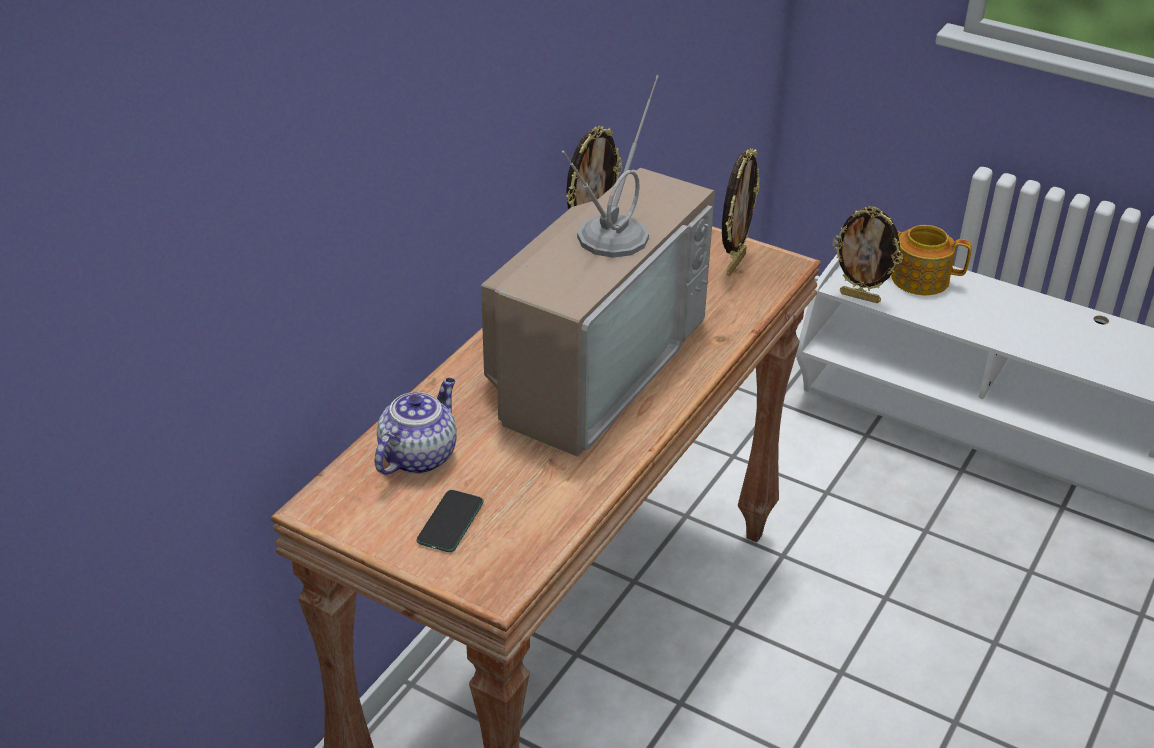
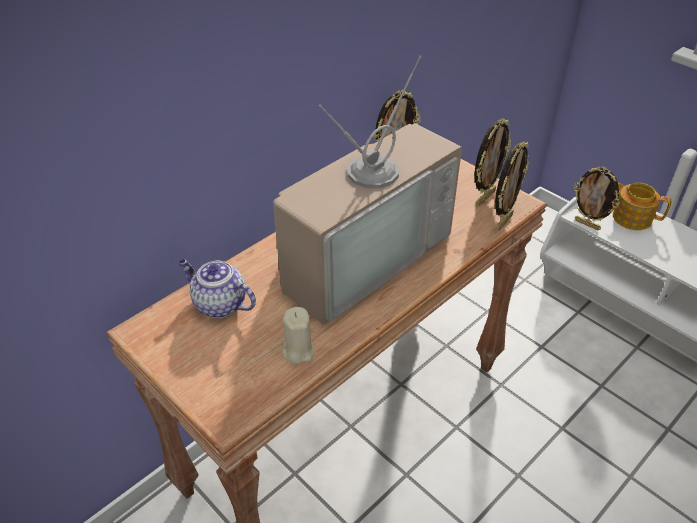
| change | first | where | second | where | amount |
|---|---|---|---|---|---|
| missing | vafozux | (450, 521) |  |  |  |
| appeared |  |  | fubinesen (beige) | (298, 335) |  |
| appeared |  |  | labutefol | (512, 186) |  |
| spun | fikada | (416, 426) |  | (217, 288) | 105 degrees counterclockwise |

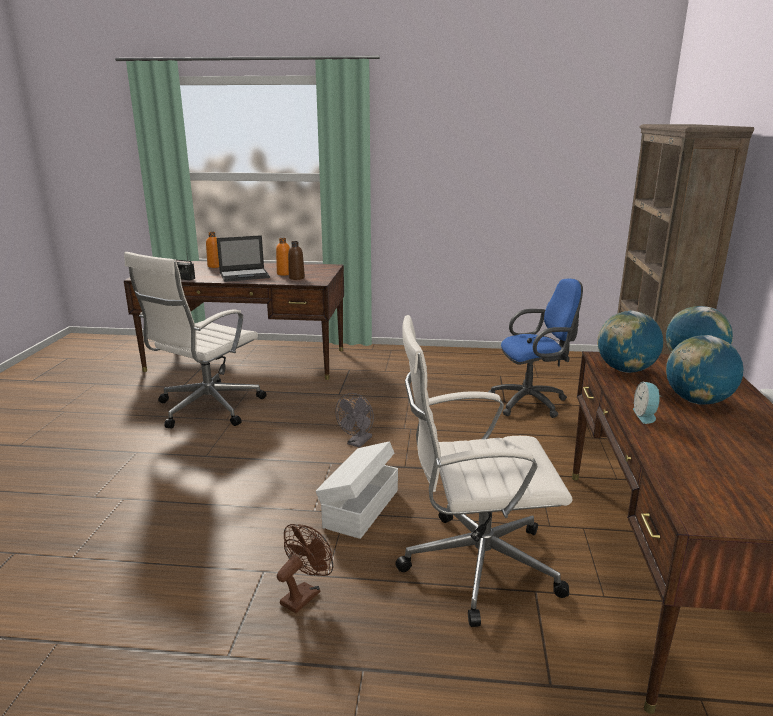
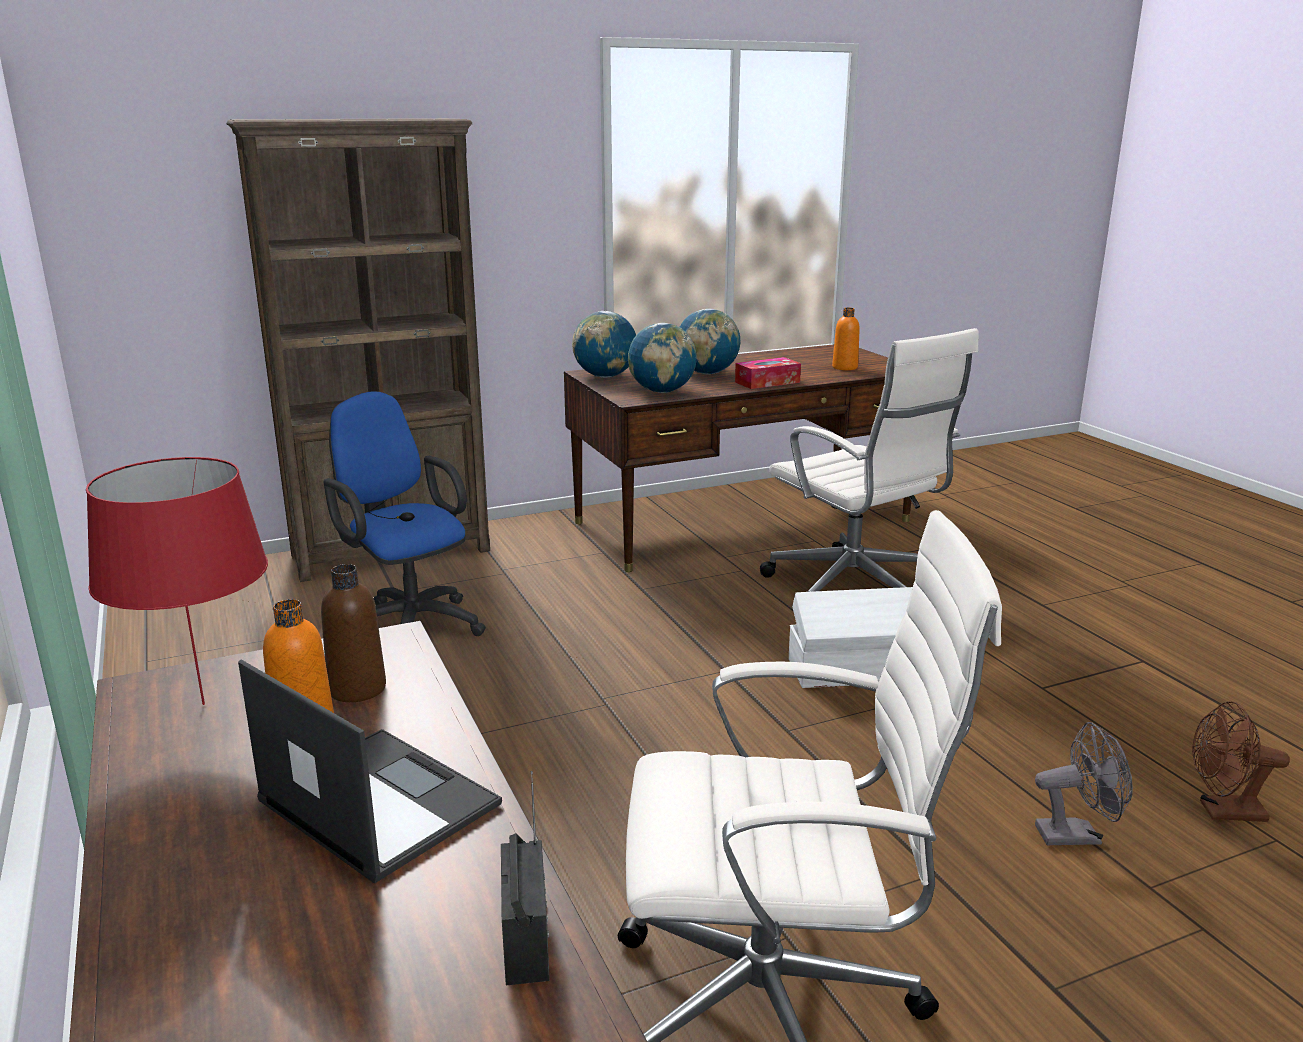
| change | first | where | second | where | amount |
|---|---|---|---|---|---|
| appeared |  |  | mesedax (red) | (177, 581) |  |
| relocated | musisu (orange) | (212, 250) |  | (846, 339) |  |
| relocated | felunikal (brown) | (305, 568) |  | (1241, 761) |  |
| relocated | felunikal (grey) | (354, 420) |  | (1084, 783) |  |
| exchanged | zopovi | (647, 403) | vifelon | (768, 373) |  |

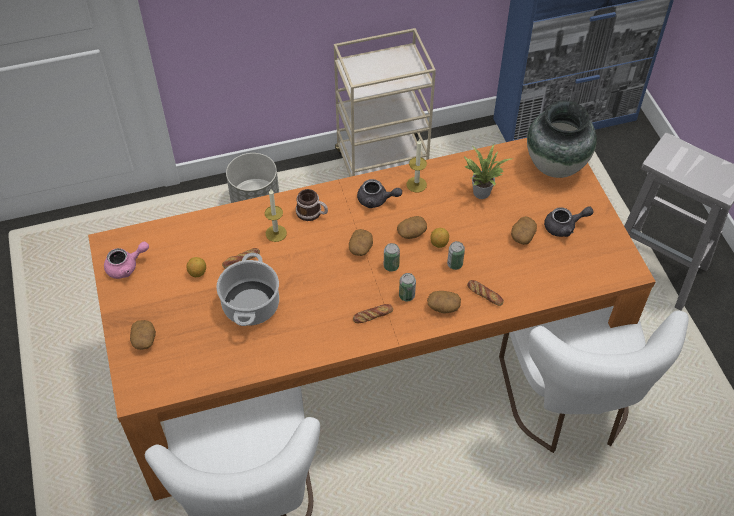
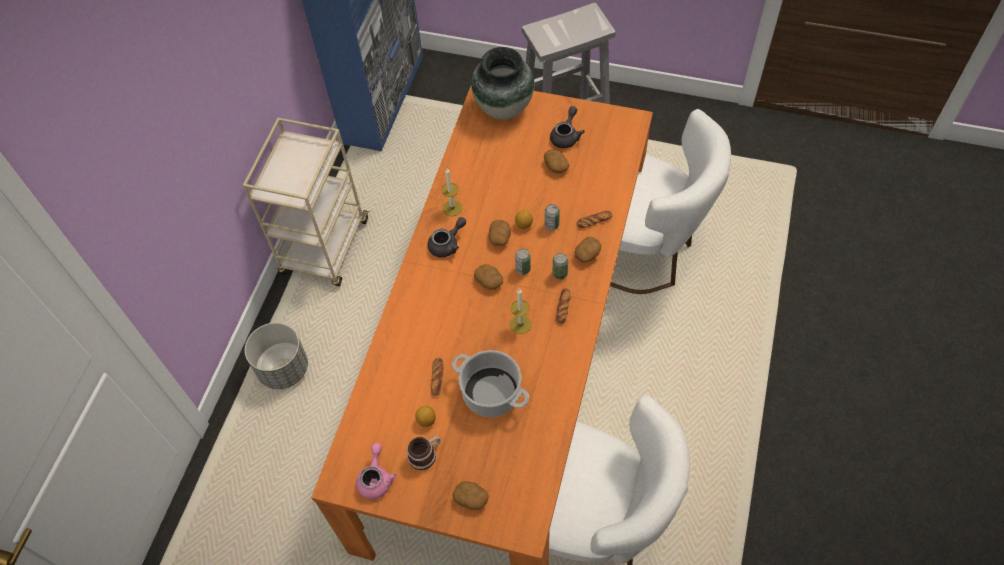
| change | first | where | second | where | amount |
|---|---|---|---|---|---|
| missing | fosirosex | (488, 171) |  |  |  |
| relocated | fubinesen | (275, 215) |  | (520, 311) |  |
| relocated | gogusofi | (312, 205) |  | (424, 453) |  |

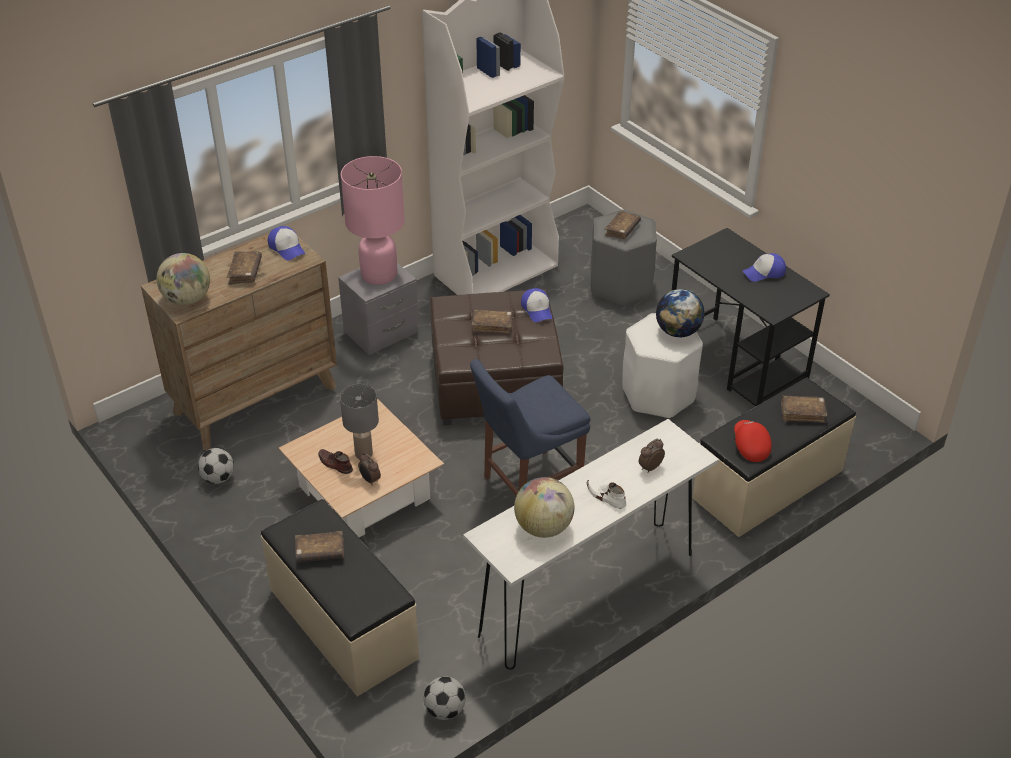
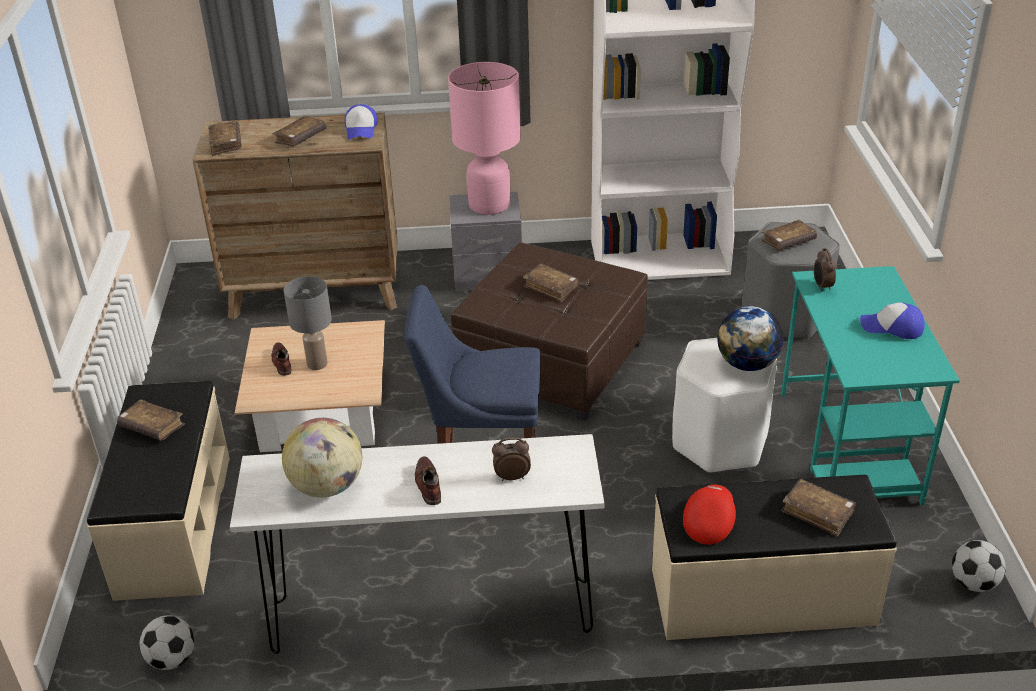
| change | first | where | second | where | amount |
|---|---|---|---|---|---|
| missing | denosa | (536, 305) |  |  |  |
| relocated | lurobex | (216, 466) |  | (979, 566) |  |
| relocated | zopovi | (369, 469) |  | (825, 270) |  |
| exchanged | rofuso | (183, 279) | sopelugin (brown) | (224, 138) |  |
| colour | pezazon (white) | (606, 494) | pezazon (brown) | (428, 480) |  |
| colour | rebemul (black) | (751, 317) | rebemul (turquoise) | (870, 386) |  |

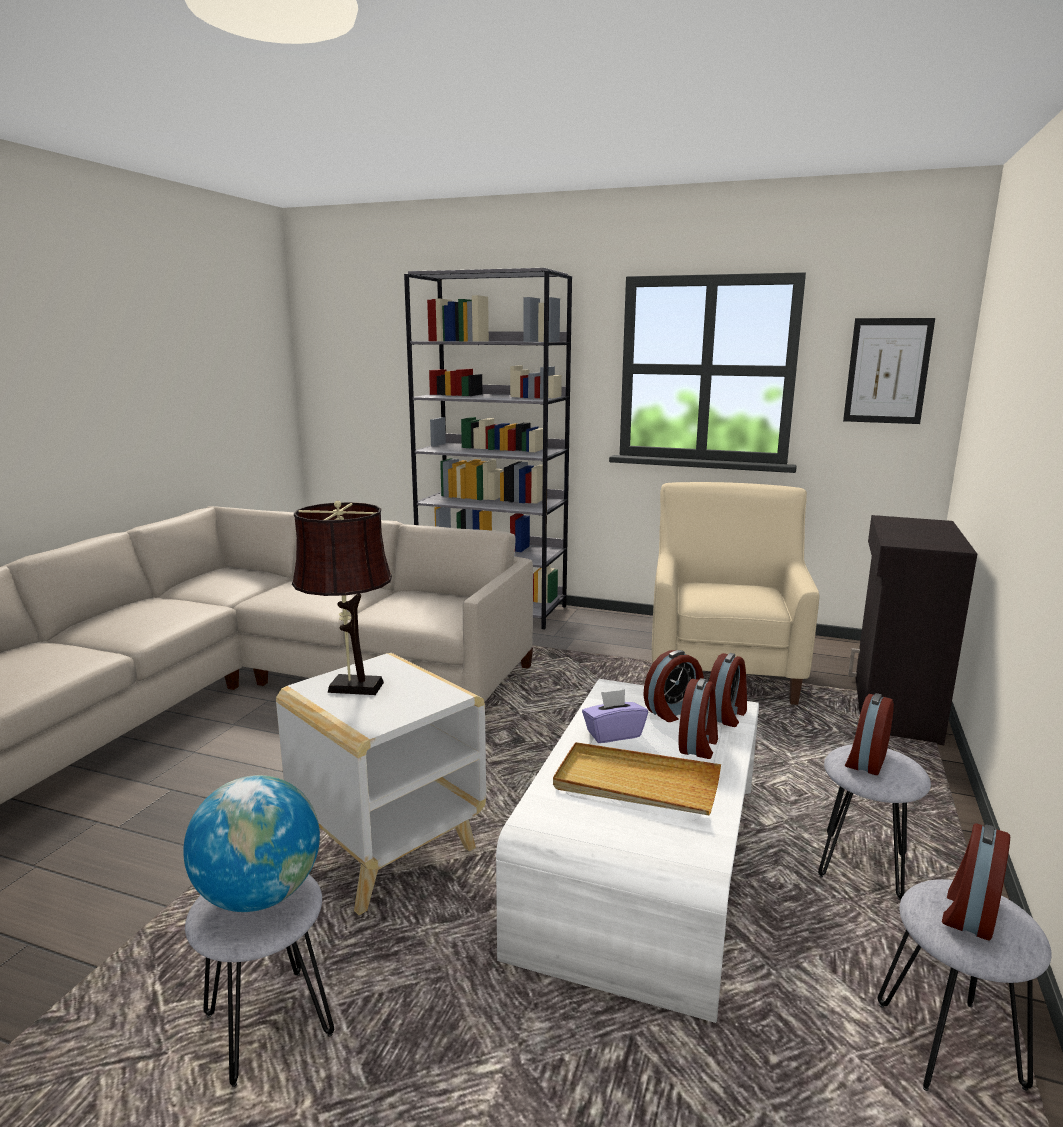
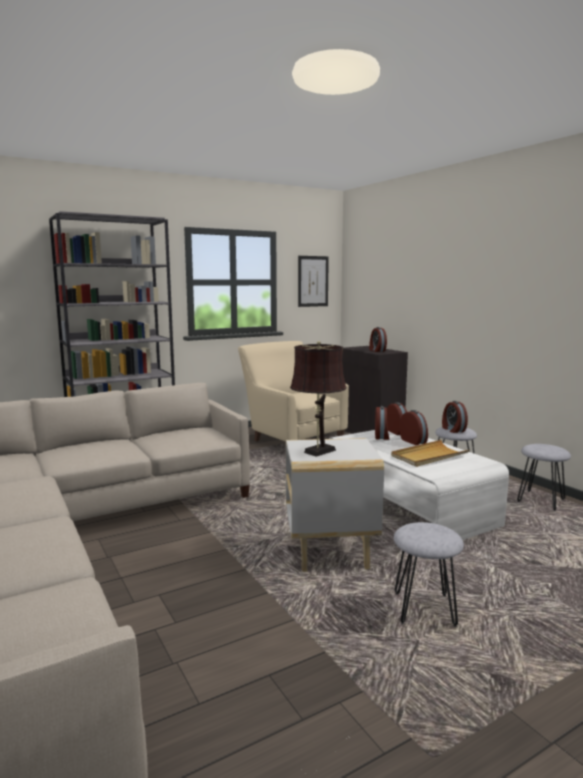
| change | first | where | second | where | amount |
|---|---|---|---|---|---|
| missing | rofuso | (251, 843) |  |  |  |
| missing | vifelon (purple) | (615, 716) |  |  |  |
| relocated | zopovi | (976, 882) |  | (378, 339) |  |

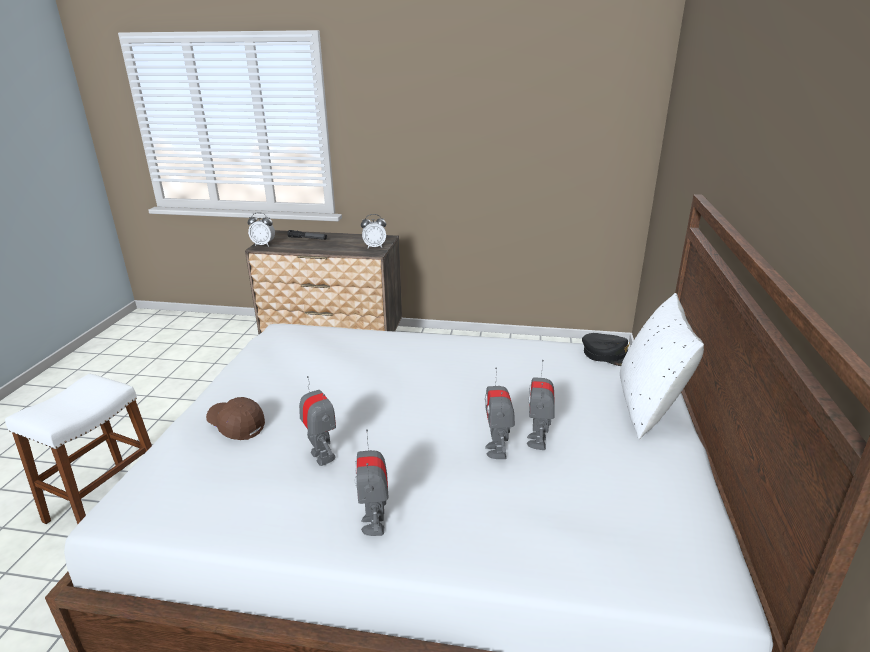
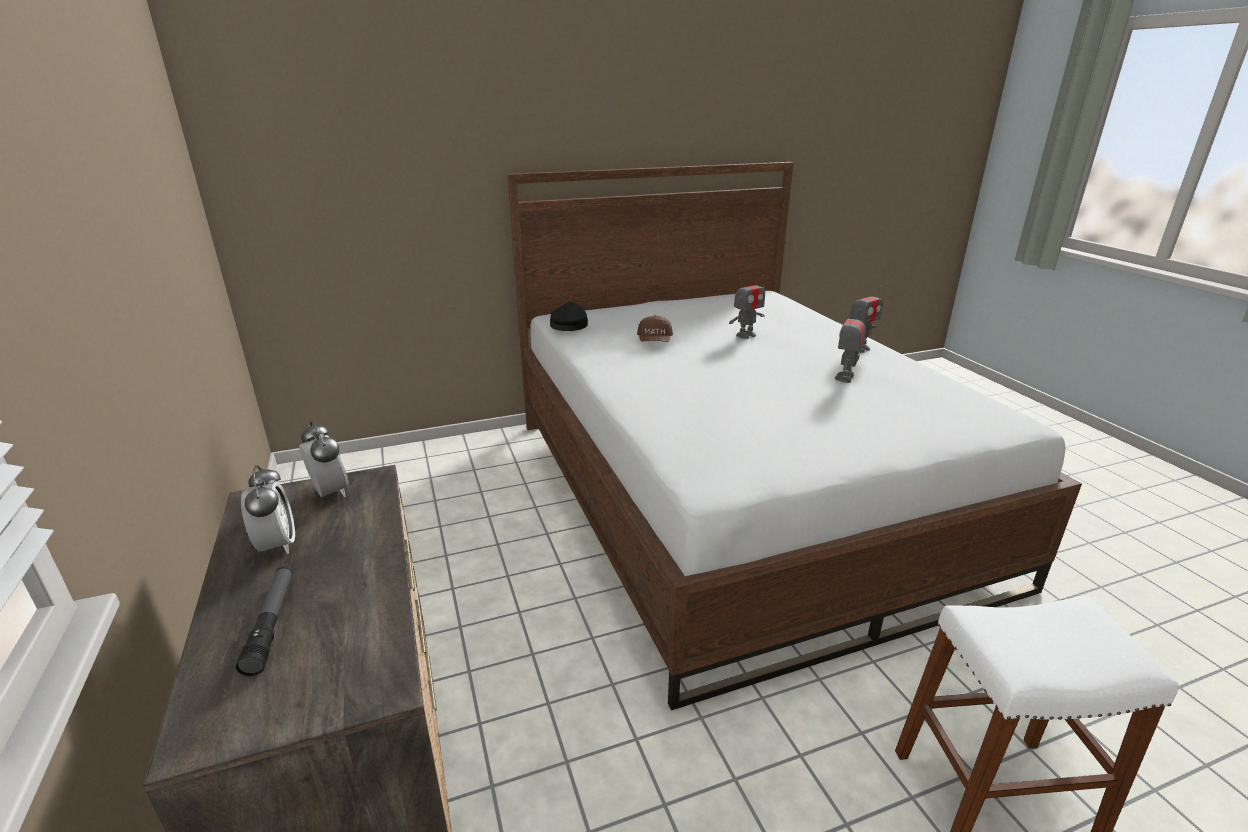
| change | first | where | second | where | amount |
|---|---|---|---|---|---|
| missing | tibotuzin | (541, 405) |  |  |  |
| missing | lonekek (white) | (662, 366) |  |  |  |
| relocated | denosa (brown) | (235, 418) |  | (655, 328) |  |
| relocated | zopovi | (261, 229) |  | (268, 509) |  |

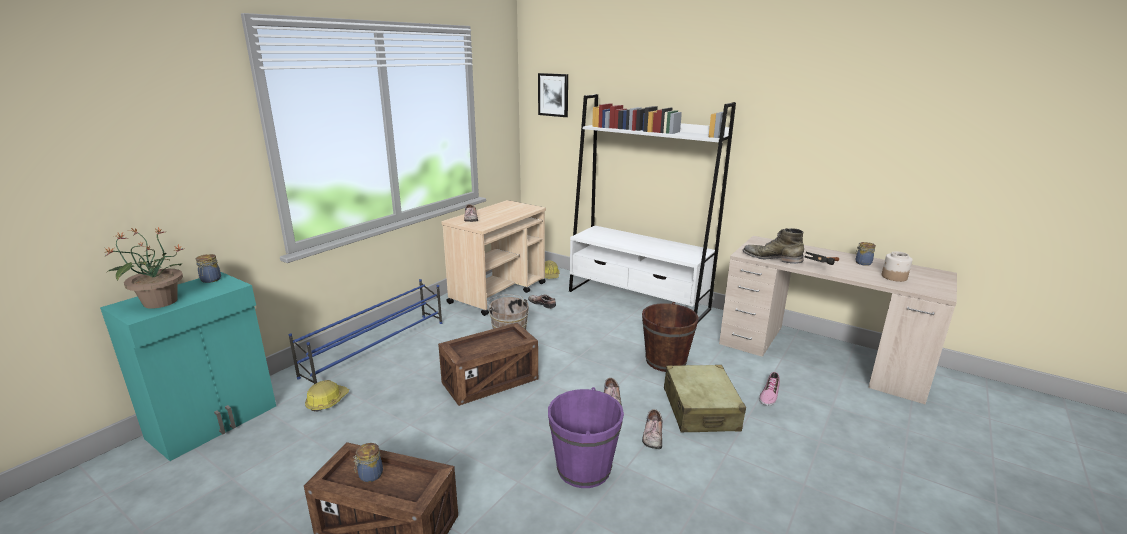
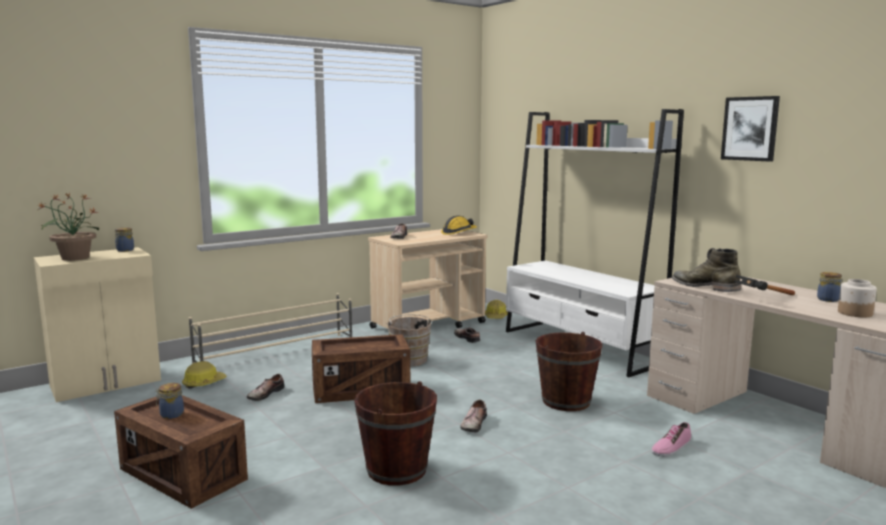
| change | first | where | second | where | amount |
|---|---|---|---|---|---|
| missing | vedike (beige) | (705, 399) |  |  |  |
| appeared |  |  | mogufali | (459, 225) |  |
| relocated | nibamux | (553, 95) |  | (750, 129) |  |
| relocated | pezazon | (652, 429) |  | (266, 387) |  |
| colour | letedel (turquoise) | (188, 366) | letedel (beige) | (97, 324) |  |
| colour | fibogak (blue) | (365, 331) | fibogak (beige) | (270, 328) |  |
| colour | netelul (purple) | (586, 437) | netelul (brown) | (395, 433) |  |

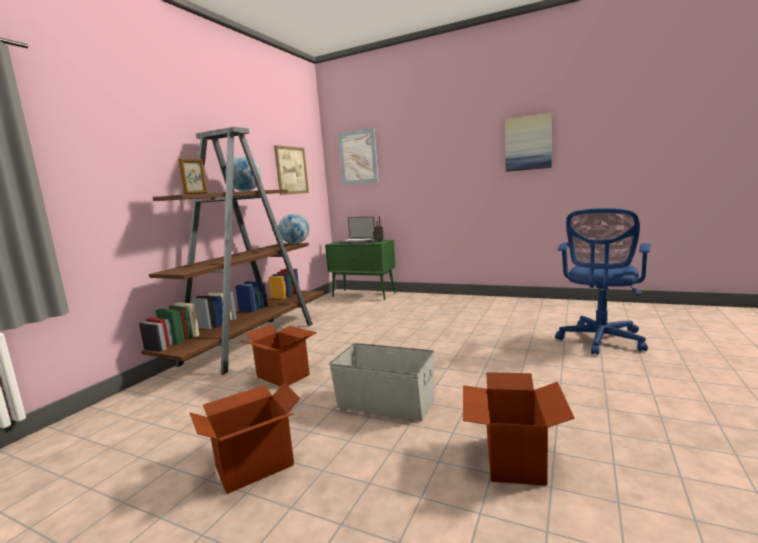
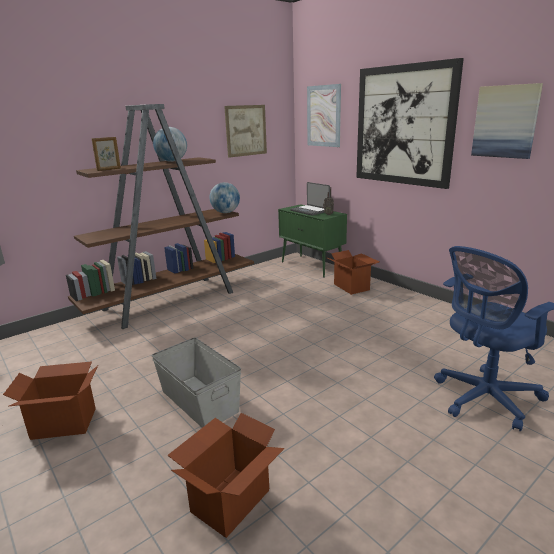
| change | first | where | second | where | amount |
|---|---|---|---|---|---|
| appeared |  |  | nibamux | (410, 123) |  |
| relocated | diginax | (277, 355) |  | (353, 272) |  |

